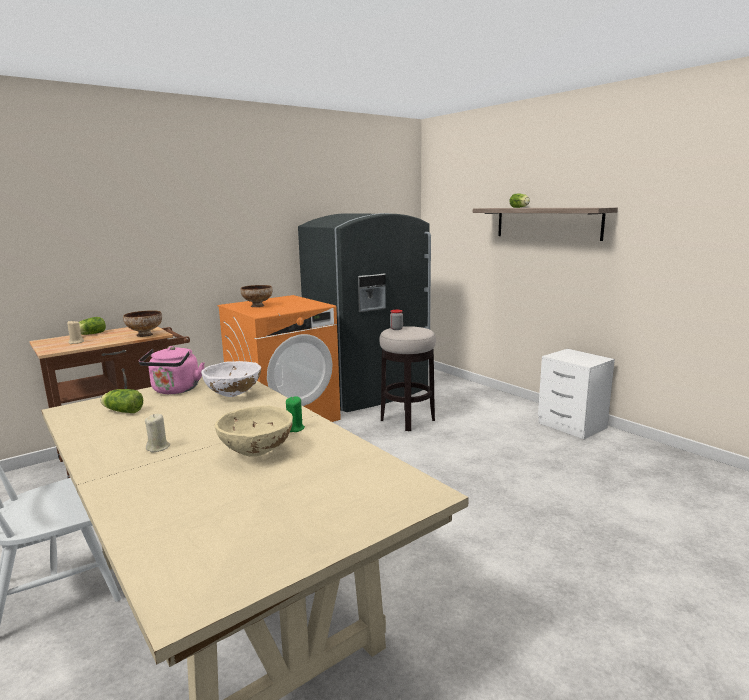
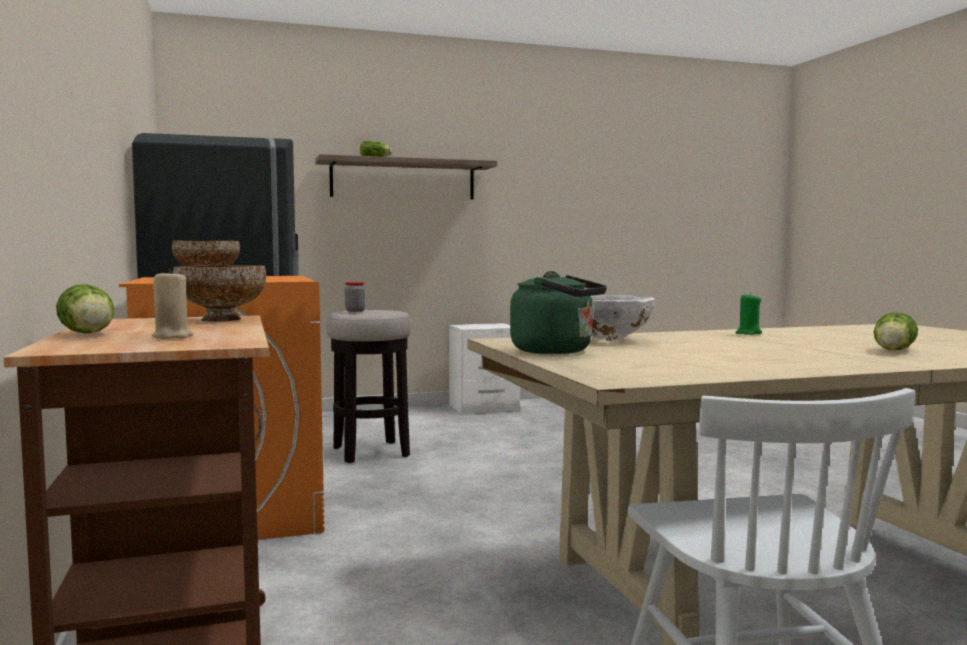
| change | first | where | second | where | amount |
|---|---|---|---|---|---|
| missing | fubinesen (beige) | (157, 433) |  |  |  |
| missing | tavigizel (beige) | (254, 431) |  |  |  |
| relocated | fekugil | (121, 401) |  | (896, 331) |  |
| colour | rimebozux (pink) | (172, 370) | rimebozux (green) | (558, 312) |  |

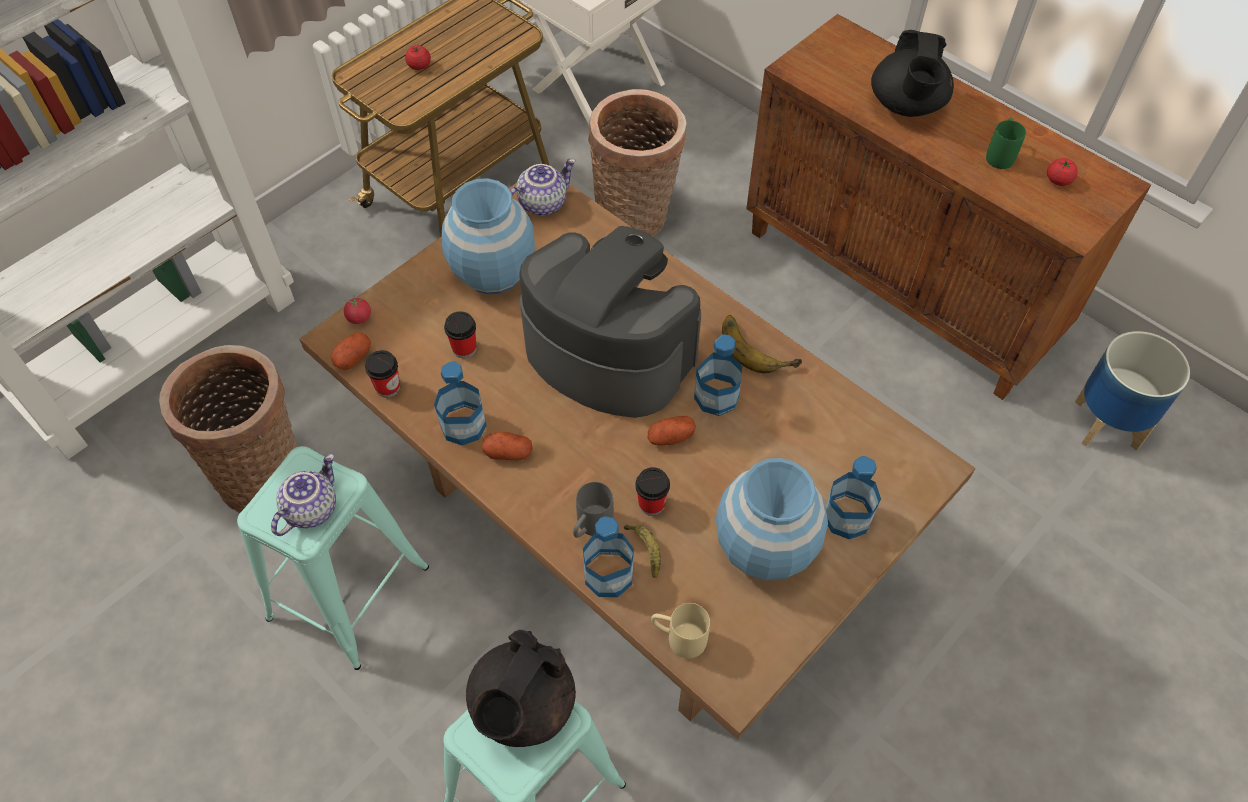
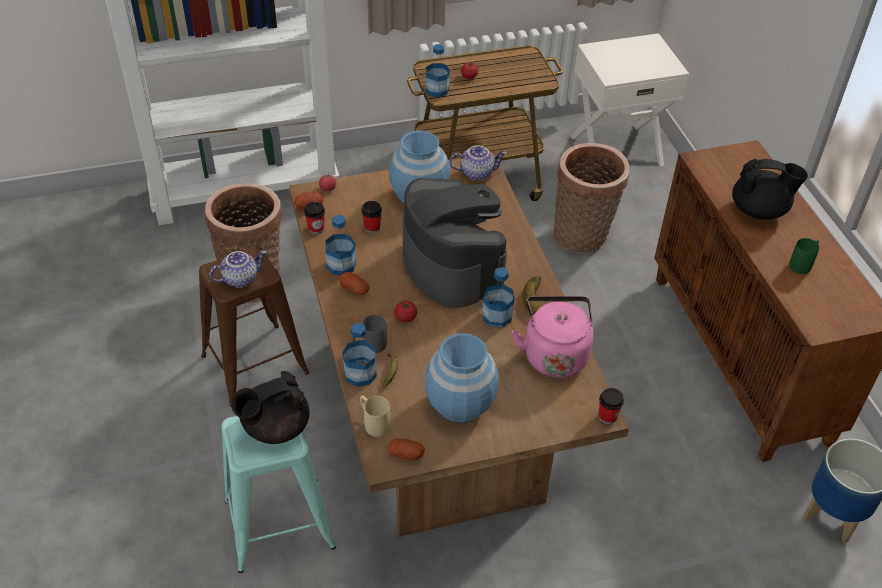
| change | first | where | second | where | amount |
|---|---|---|---|---|---|
| appeared |  |  | rimebozux (pink) | (553, 337) |  |
| relocated | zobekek | (652, 491) |  | (611, 406) |  |
| relocated | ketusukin | (672, 431) |  | (406, 449) |  |
| relocated | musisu | (853, 498) |  | (437, 70) |  |
| relocated | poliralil | (1062, 172) |  | (406, 311) |  |
| colour | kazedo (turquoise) | (333, 558) | kazedo (brown) | (254, 326) |  |
| spun | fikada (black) | (912, 73) |  | (770, 189) | 120 degrees counterclockwise |

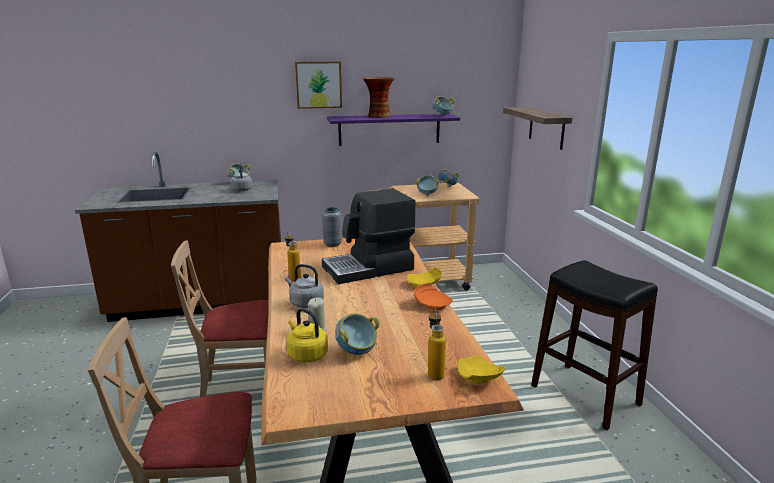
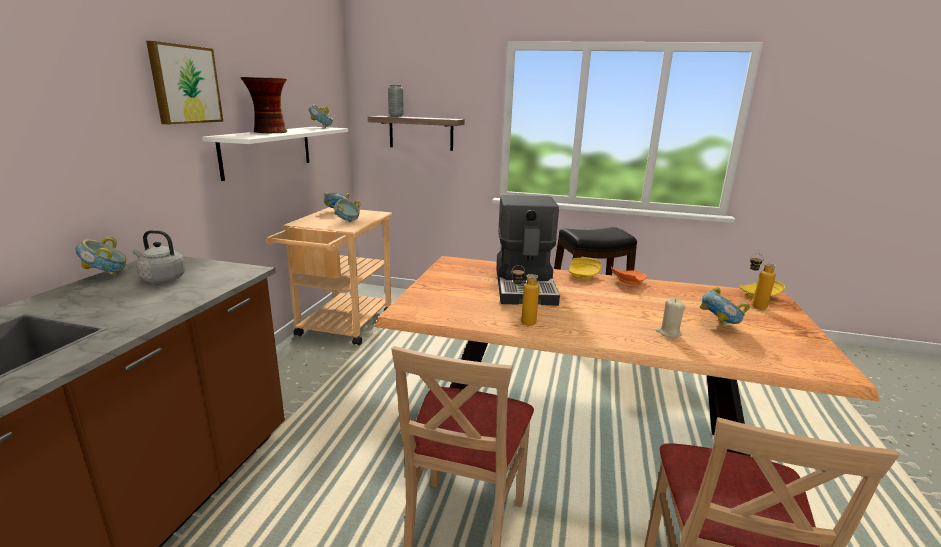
| change | first | where | second | where | amount |
|---|---|---|---|---|---|
| missing | rimebozux (grey) | (304, 286) |  |  |  |
| missing | rimebozux (yellow) | (307, 335) |  |  |  |
| relocated | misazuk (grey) | (332, 227) |  | (396, 101) |  |
| colour | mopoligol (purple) | (393, 130) | mopoligol (white) | (275, 154) |  |

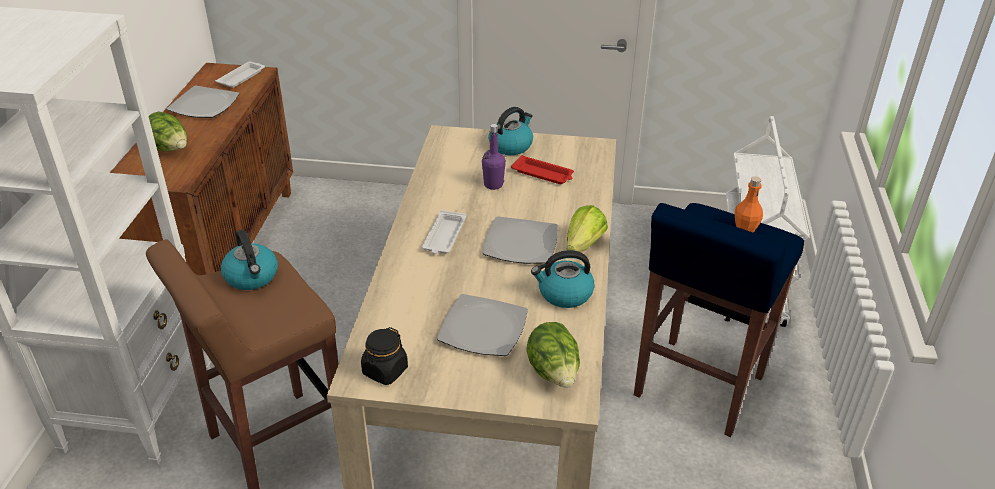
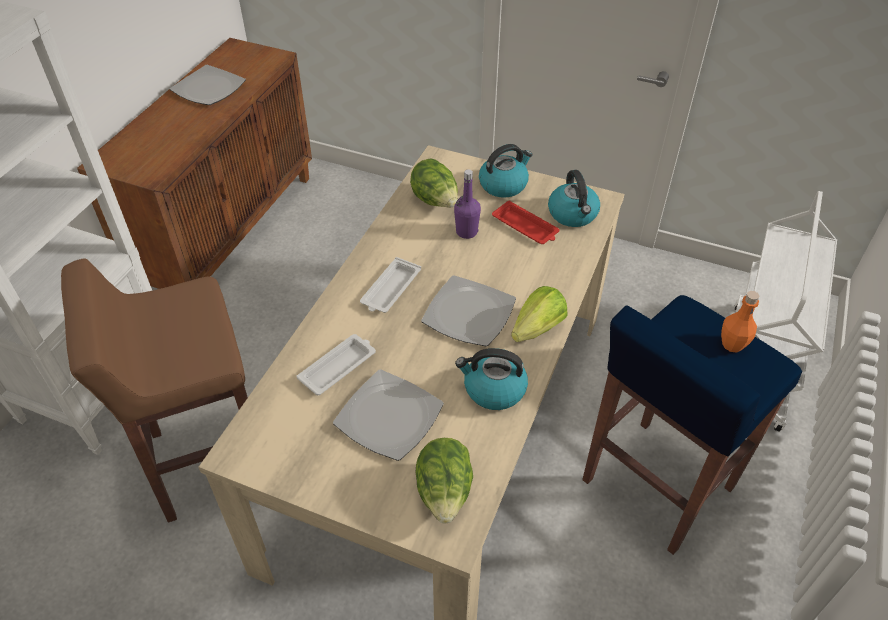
| change | first | where | second | where | amount |
|---|---|---|---|---|---|
| missing | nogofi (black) | (384, 356) |  |  |  |
| relocated | fekugil | (168, 132) |  | (434, 182) |  |
| relocated | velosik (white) | (240, 74) |  | (336, 365) |  |
| relocated | rimebozux | (249, 260) |  | (574, 198) |  |

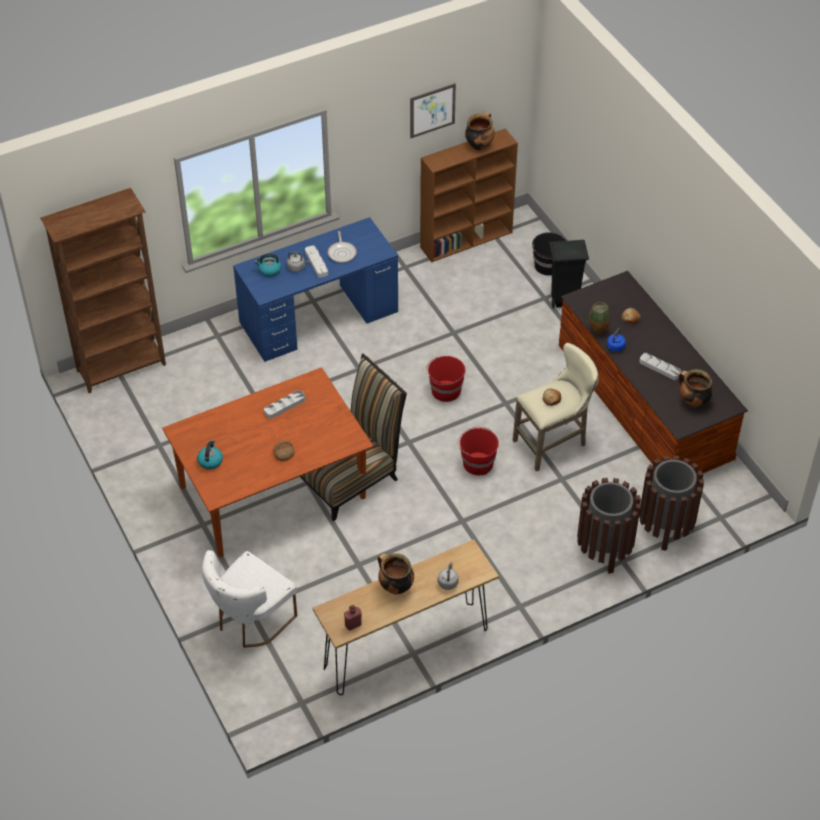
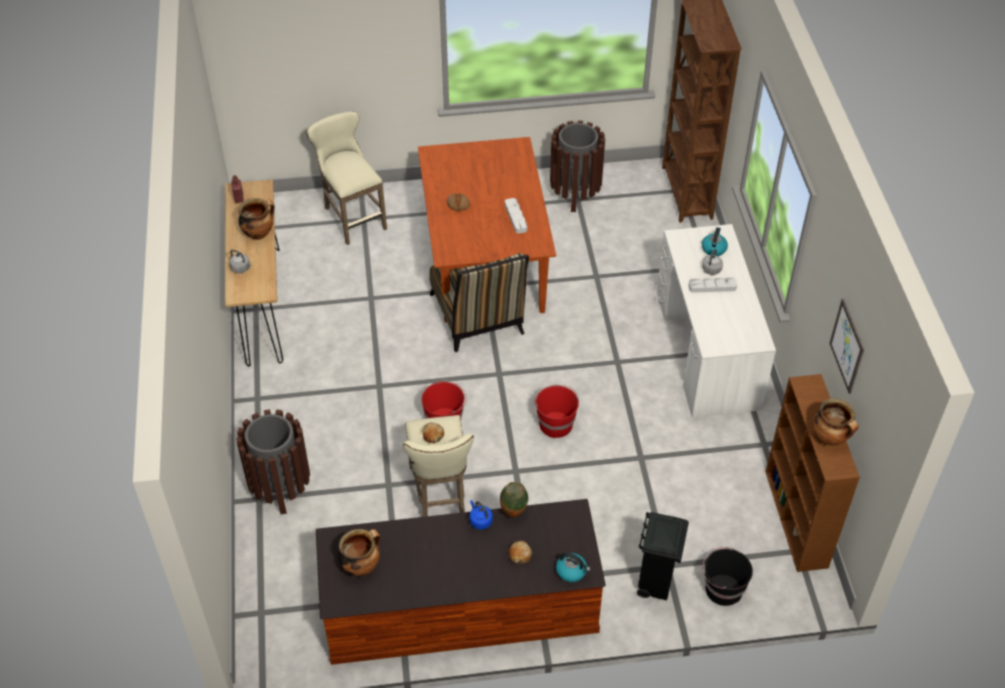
| change | first | where | second | where | amount |
|---|---|---|---|---|---|
| missing | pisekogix | (342, 247) |  |  |  |
| missing | velosik (grey) | (660, 366) |  |  |  |
| relocated | rimebozux | (210, 455) |  | (573, 567) |  |
| relocated | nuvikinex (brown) | (671, 503) |  | (577, 166) |  |
| exchanged | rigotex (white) | (249, 599) | kazedo (beige) | (346, 178) |  |
| colour | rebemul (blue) | (315, 289) | rebemul (white) | (716, 321) |  |

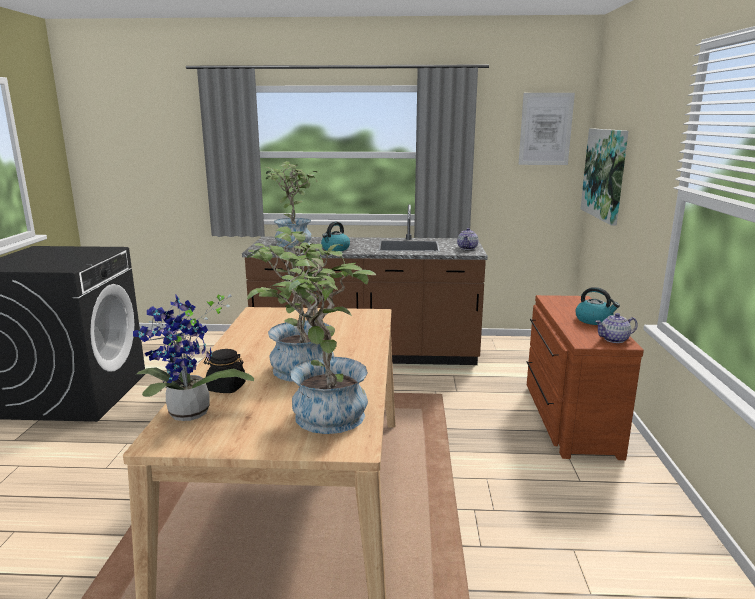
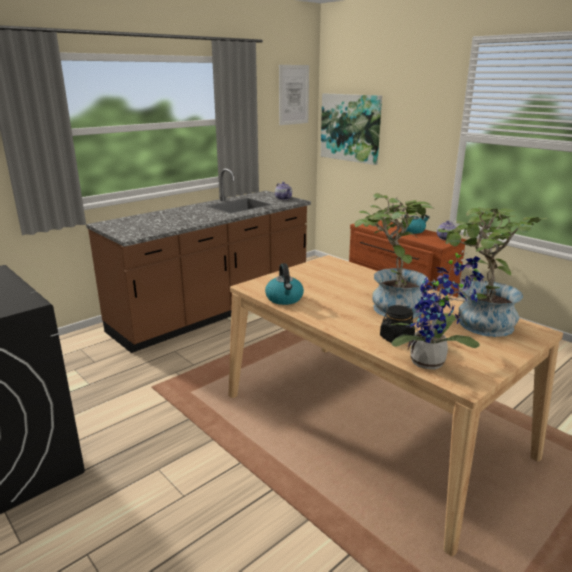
| change | first | where | second | where | amount |
|---|---|---|---|---|---|
| missing | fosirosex | (292, 204) |  |  |  |
| relocated | rimebozux | (335, 236) |  | (284, 284) |  |

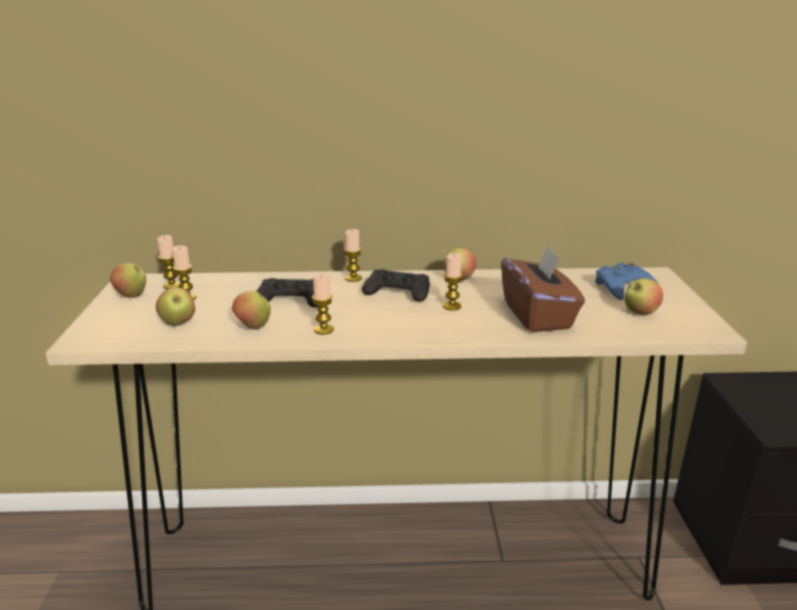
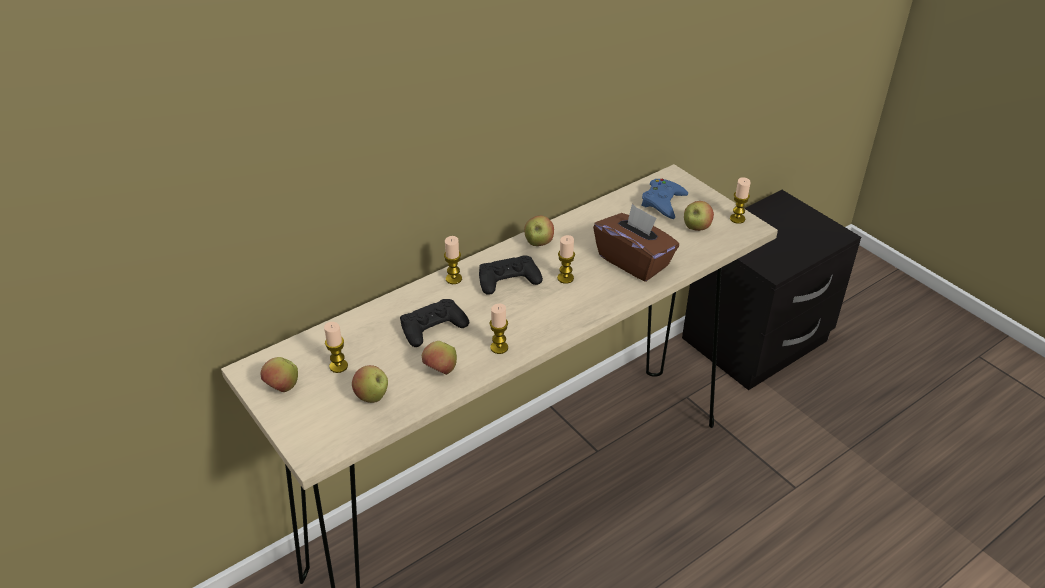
| change | first | where | second | where | amount |
|---|---|---|---|---|---|
| relocated | fubinesen | (168, 262) |  | (740, 200) |  |

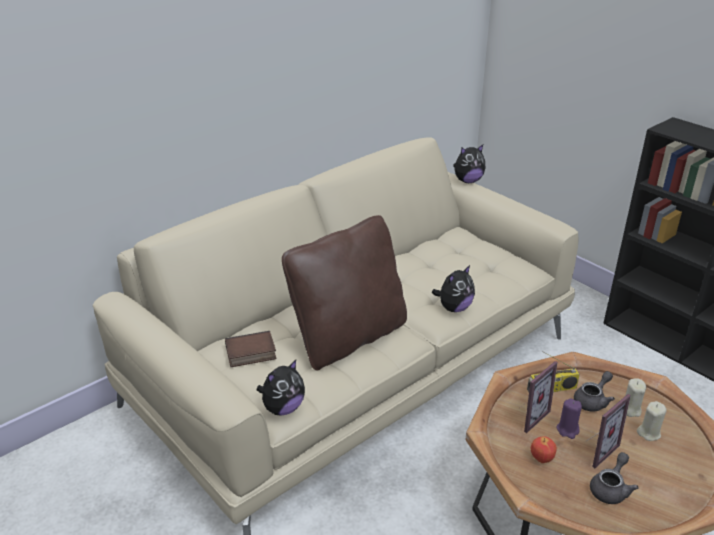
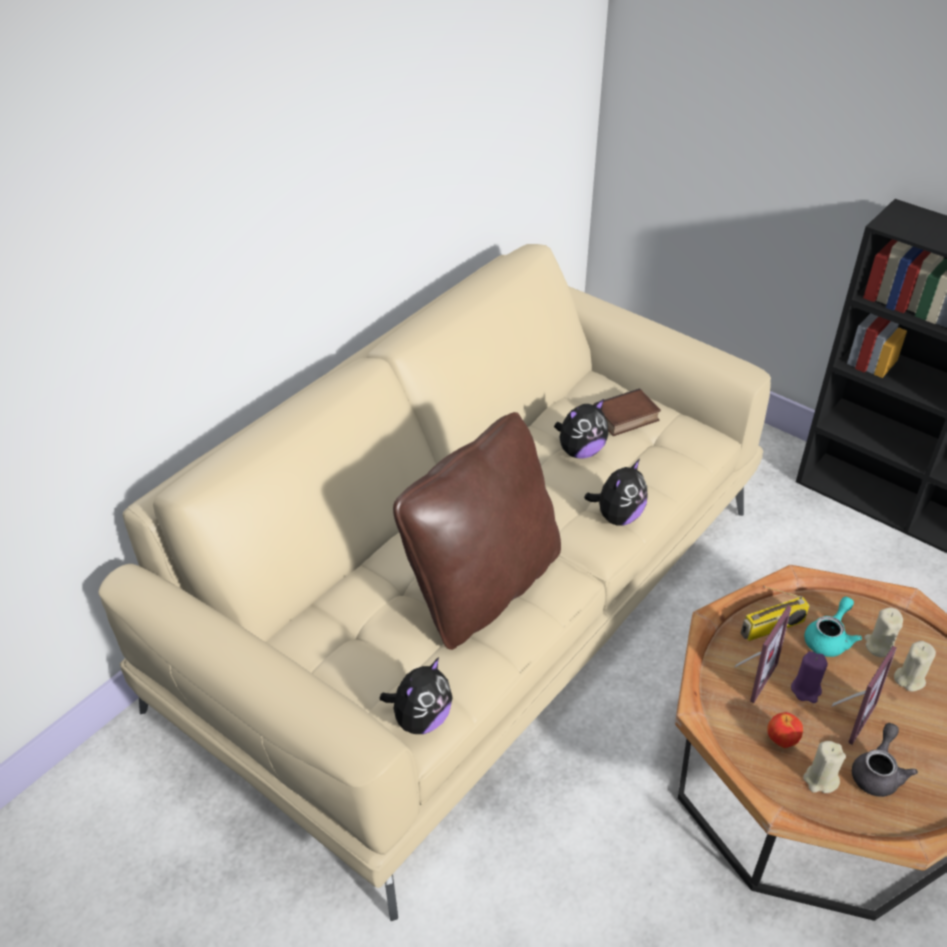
| change | first | where | second | where | amount |
|---|---|---|---|---|---|
| appeared |  |  | fubinesen (beige) | (824, 767) |  |
| relocated | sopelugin | (251, 349) |  | (627, 412) |  |
| relocated | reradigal | (469, 164) |  | (581, 428) |  |
| colour | fikada (grey) | (594, 391) | fikada (turquoise) | (833, 626) |  |

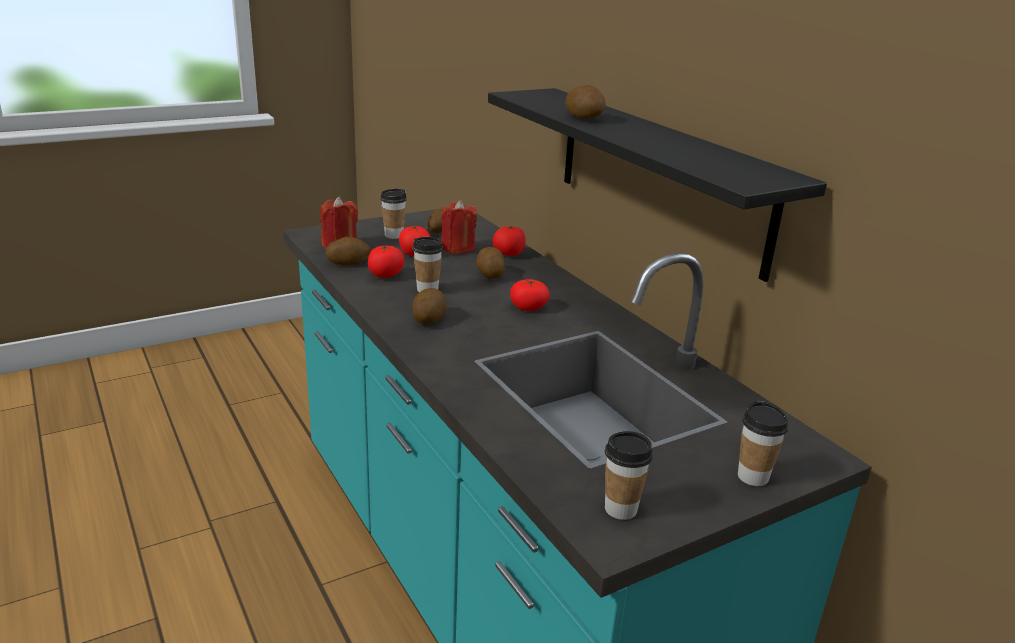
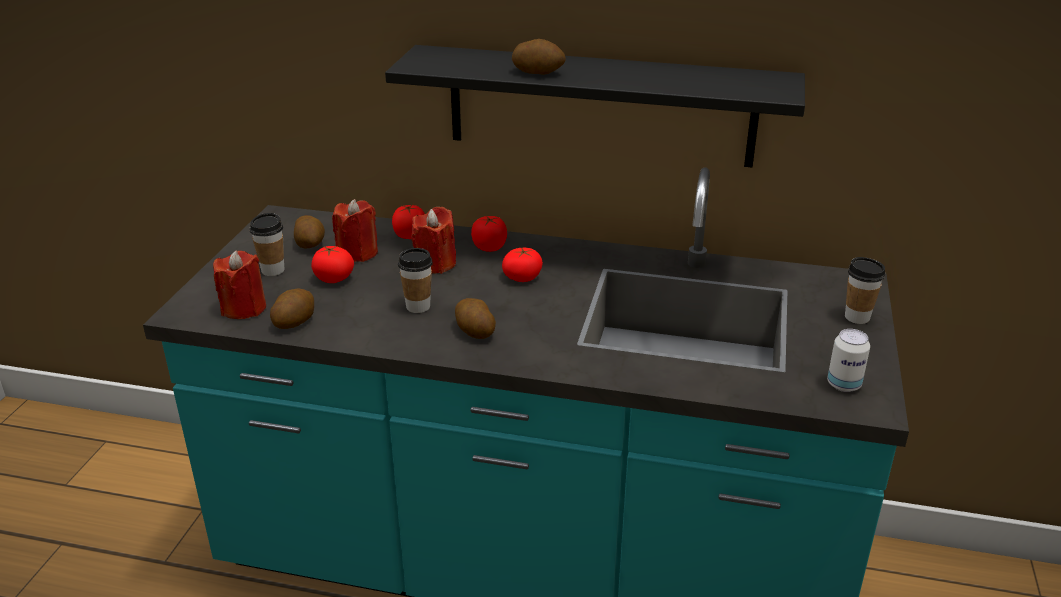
| change | first | where | second | where | amount |
|---|---|---|---|---|---|
| relocated | poliralil | (386, 261) |  | (489, 234) |  |
| exchanged | ketusukin | (490, 263) | fubinesen (red) | (433, 240) |  |
| exchanged | zobekek | (629, 475) | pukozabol | (848, 360) |  |

